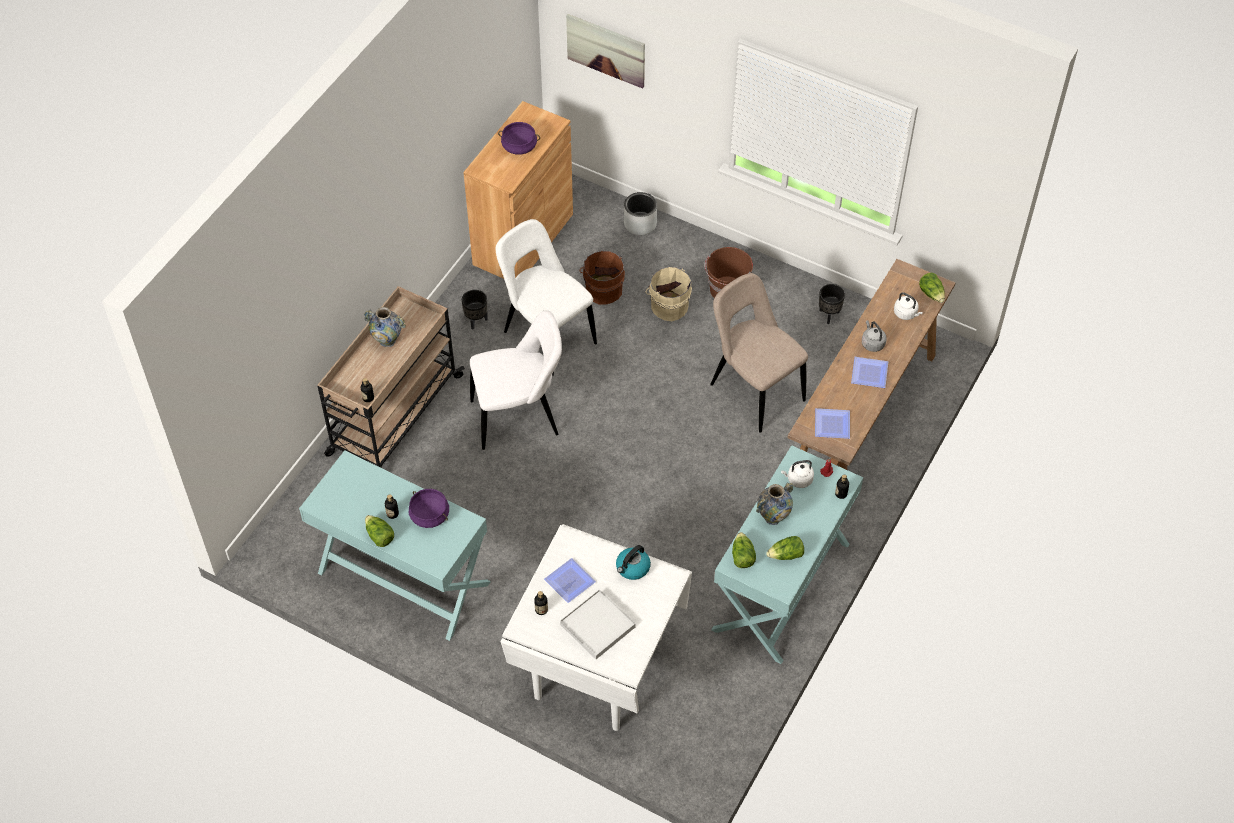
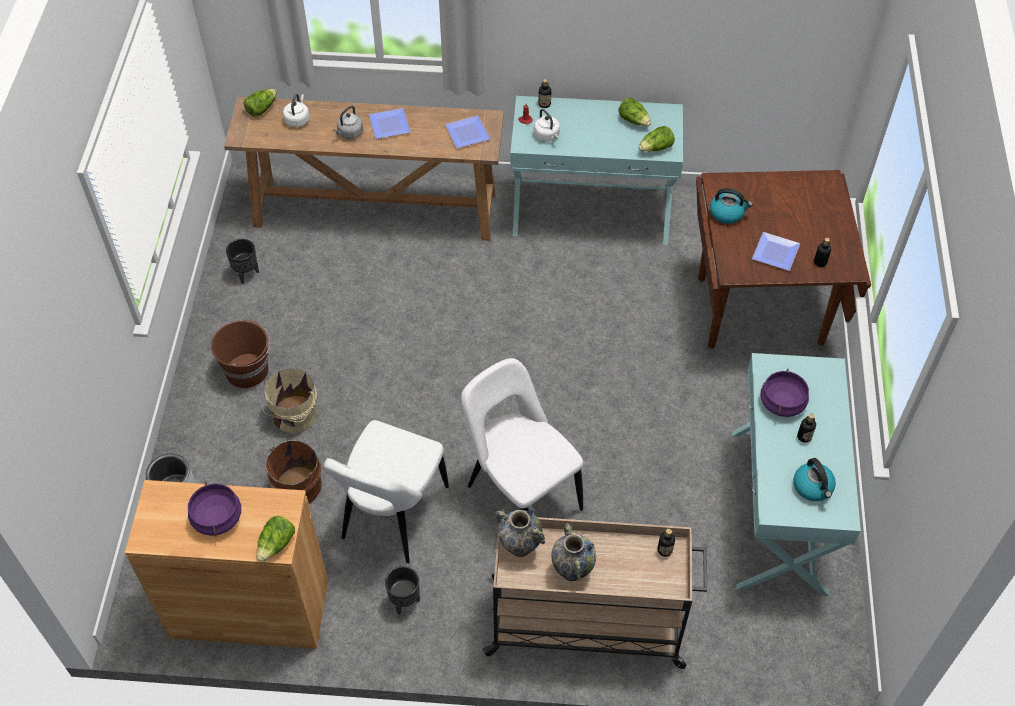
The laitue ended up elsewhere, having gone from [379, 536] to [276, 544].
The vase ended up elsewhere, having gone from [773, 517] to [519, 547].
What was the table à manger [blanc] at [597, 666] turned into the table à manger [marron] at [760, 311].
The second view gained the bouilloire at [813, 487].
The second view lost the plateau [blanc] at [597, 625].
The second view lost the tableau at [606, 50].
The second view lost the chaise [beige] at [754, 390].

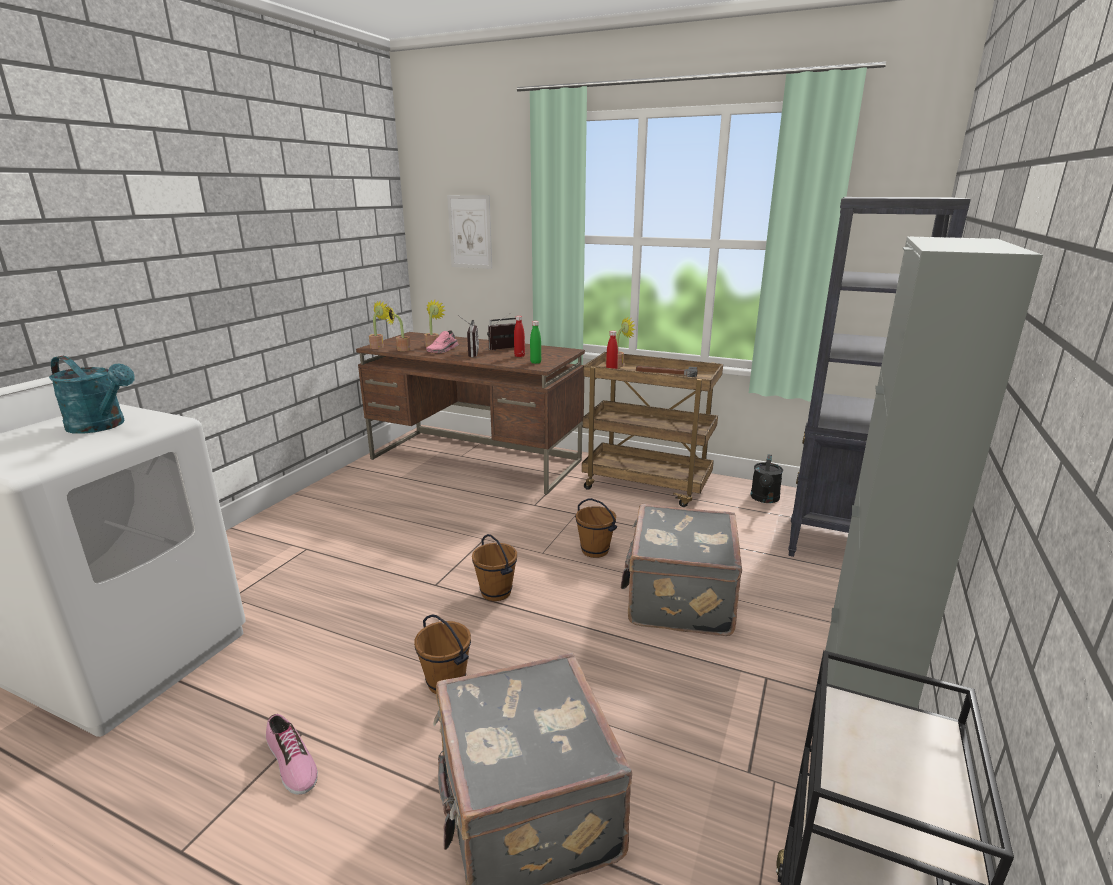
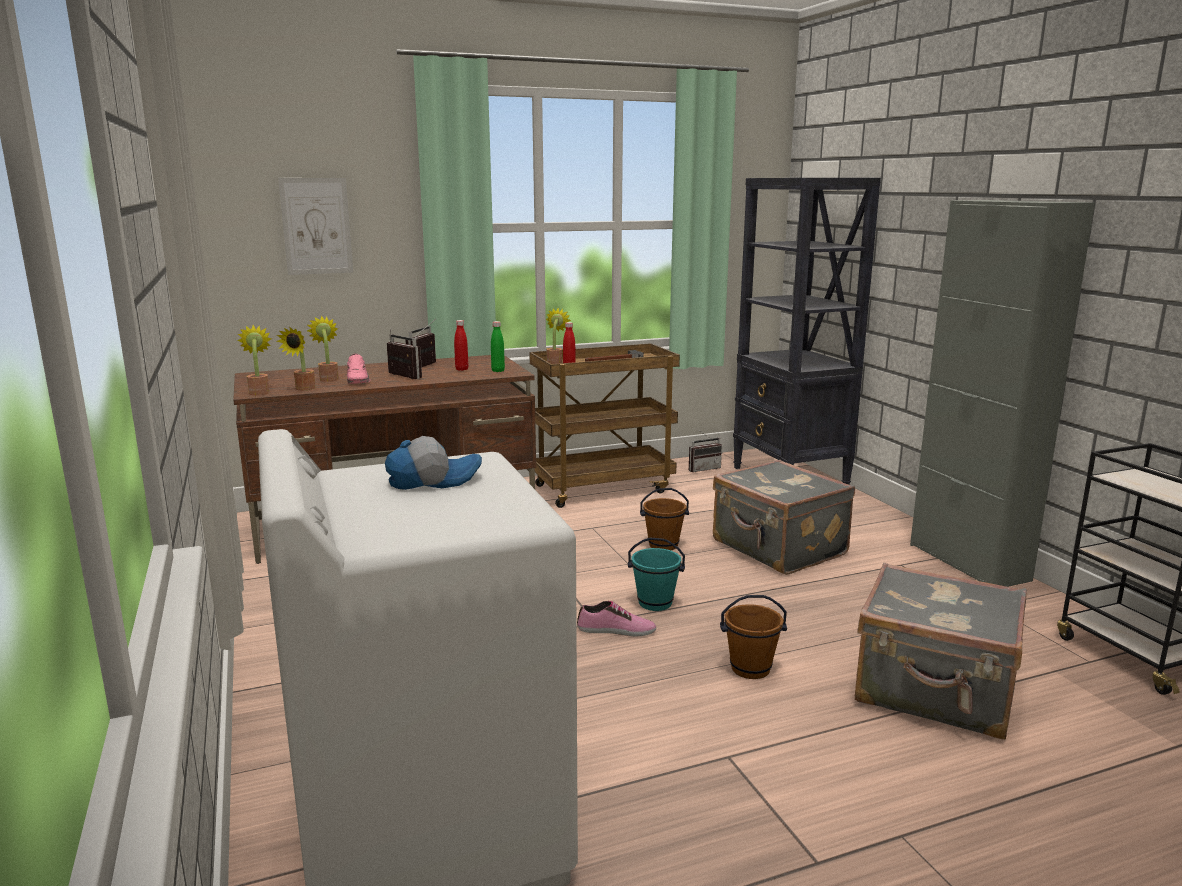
Where the arrosoir [turquoise] stood at [102, 426], the casquette came to stand at [433, 480].
The chaussure ended up elsewhere, having gone from [291, 763] to [616, 630].
What was the seau [marron] at [496, 592] turned into the seau [turquoise] at [655, 603].
Where the arrosoir [noir] stood at [764, 499], the radio came to stand at [703, 468].

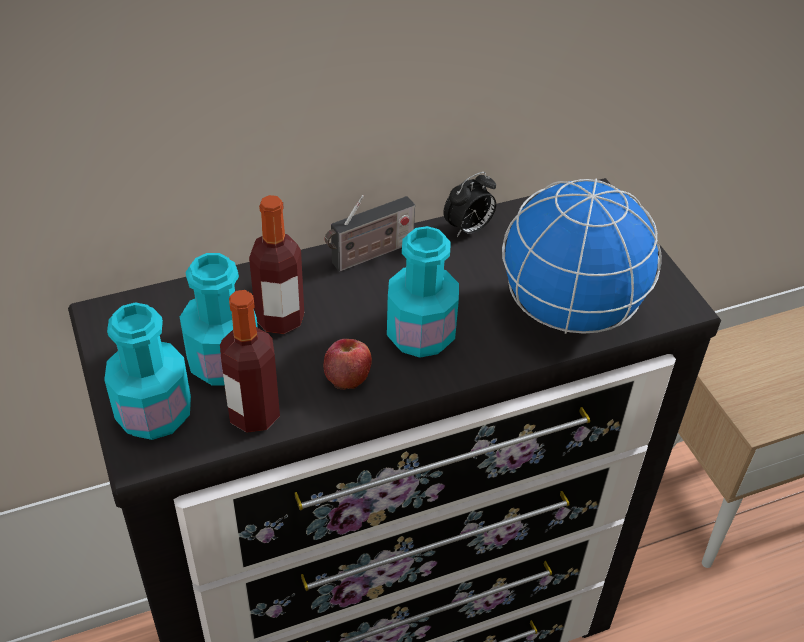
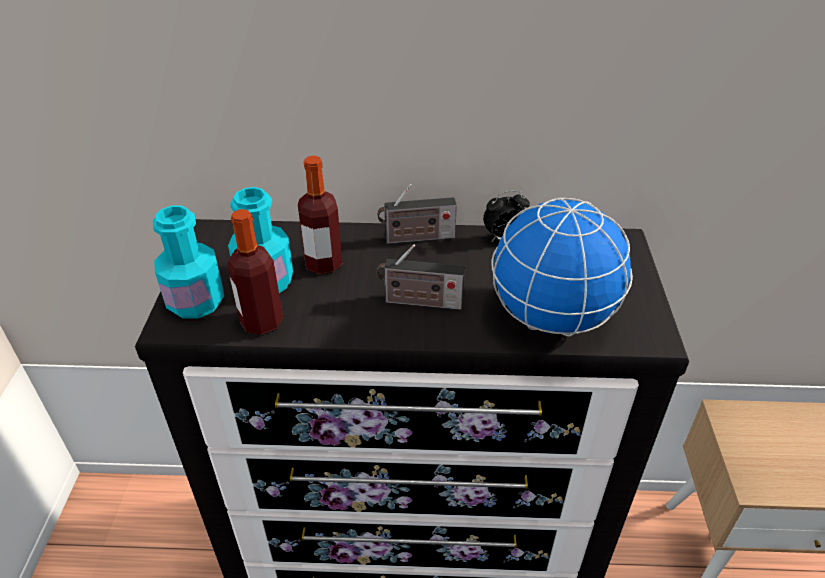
Where the bouteille [turquoise] stood at [420, 335], the radio came to stand at [419, 302].
The second view lost the pomme at [347, 376].

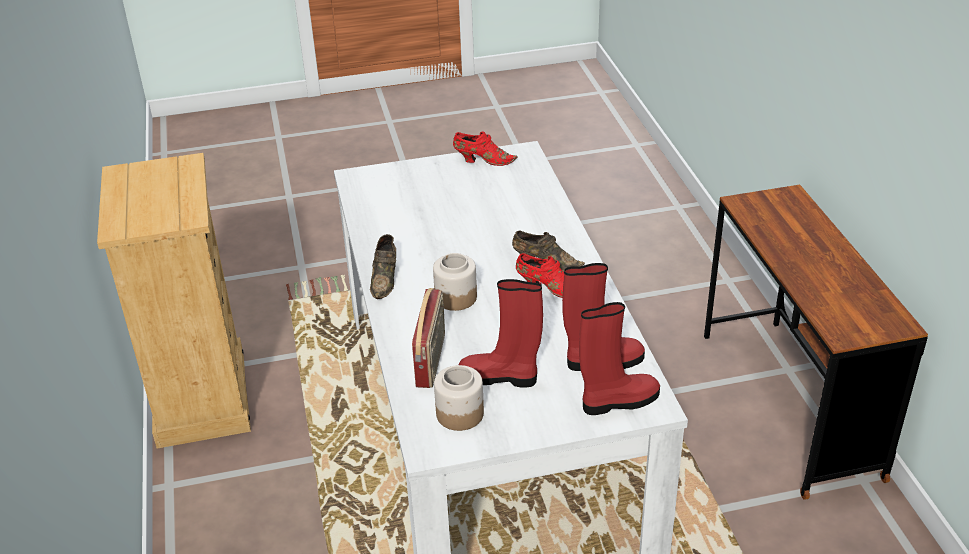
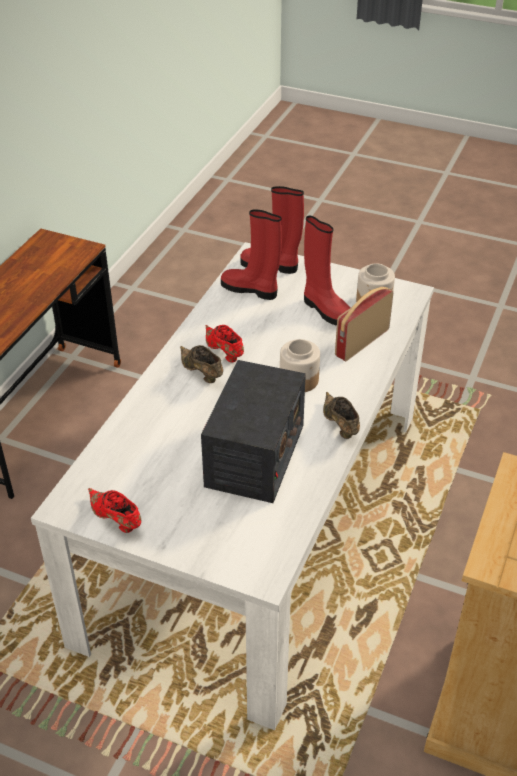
The second view gained the radio at [255, 456].
The chaussure [marron] at [385, 279] ended up facing another way, 60 degrees counterclockwise from before.

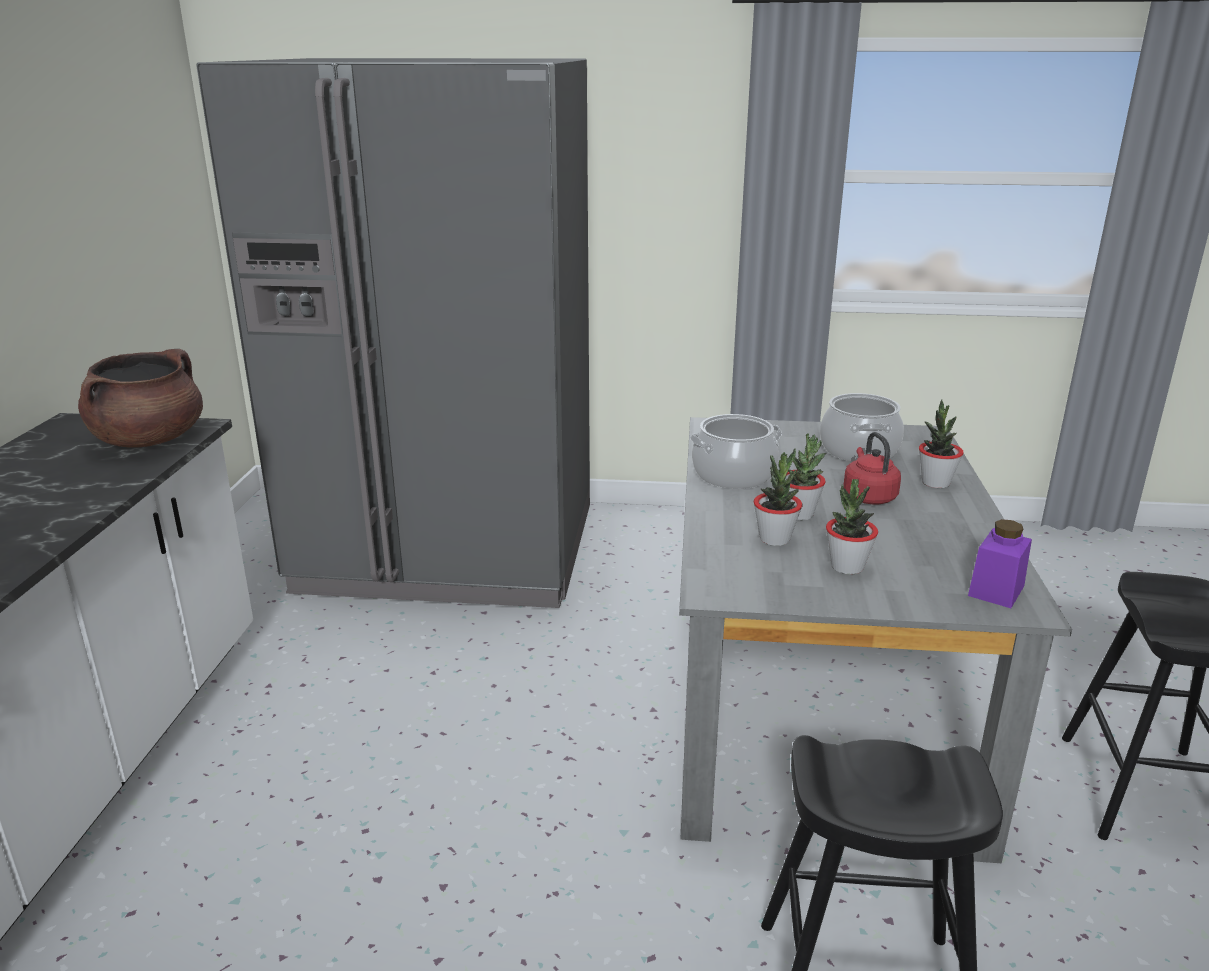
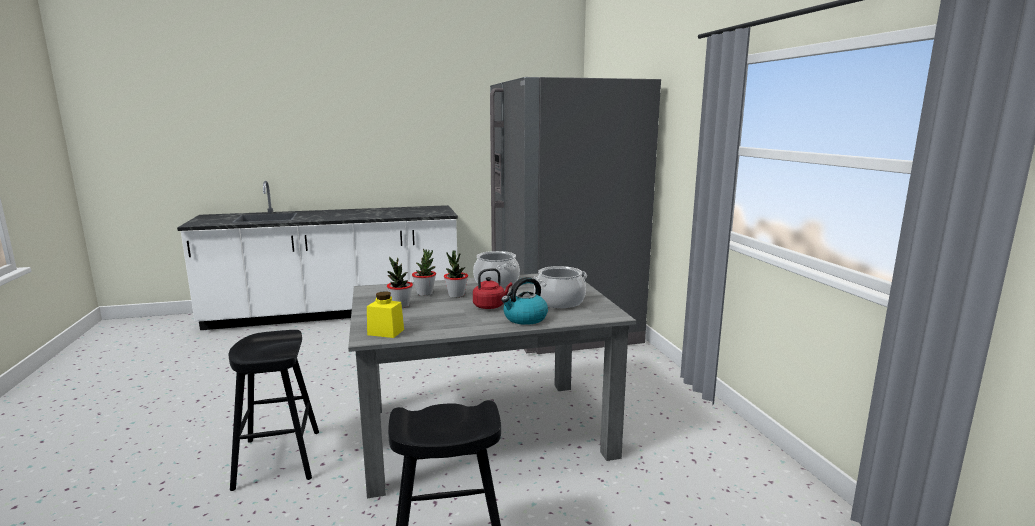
What was the bocal [violet] at [996, 590] turned into the bocal [jaune] at [385, 332].
Where the plante en pot stood at [935, 483], the bouilloire came to stand at [524, 319].
The second view lost the marmite [marron] at [150, 440].

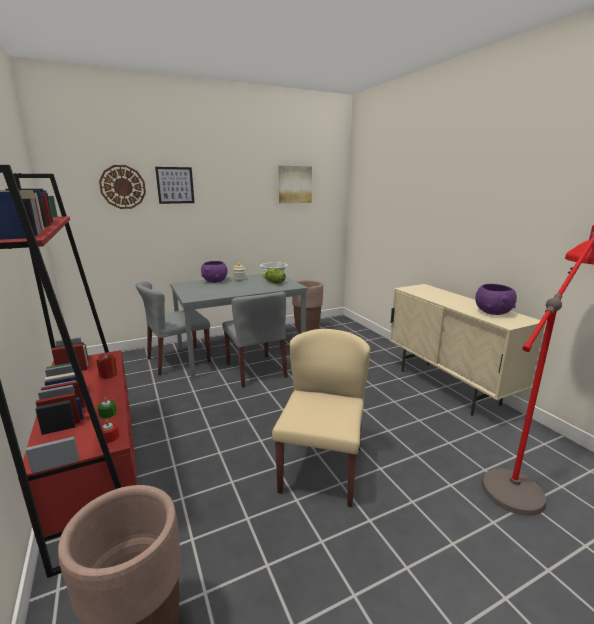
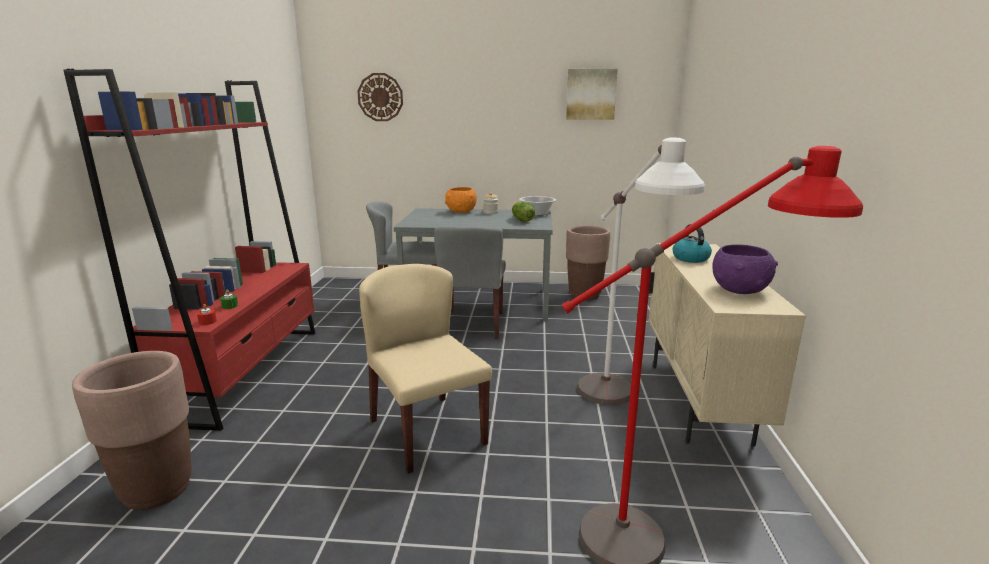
The chaise [beige] at [321, 468] ended up facing another way, 75 degrees counterclockwise from before.
What was the bol [violet] at [215, 281] turned into the bol [orange] at [461, 212].
The second view gained the lampadaire [blanc] at [617, 411].
The second view gained the bouilloire at [690, 258].
The second view lost the bougie [rouge] at [108, 375].
The second view lost the tableau at [175, 185].

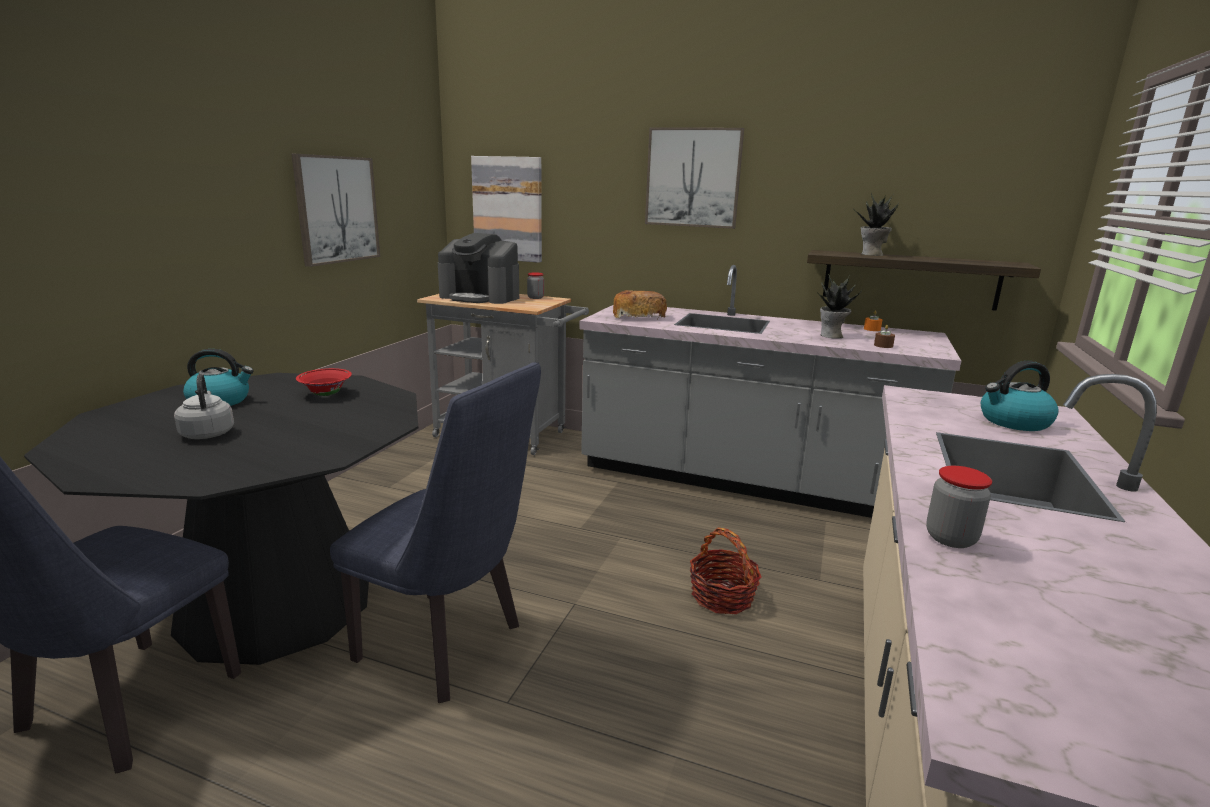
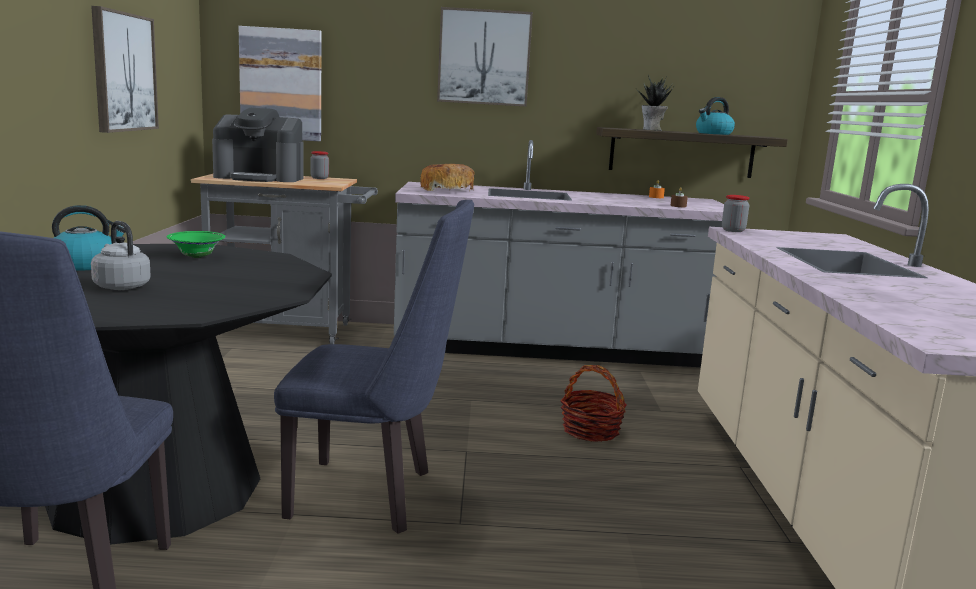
What was the bol [rouge] at [326, 394] turned into the bol [vert] at [197, 257].
The bouilloire ended up elsewhere, having gone from [1013, 422] to [713, 133].
The bocal ended up elsewhere, having gone from [950, 538] to [733, 230].
The second view lost the plante en pot at [831, 336].

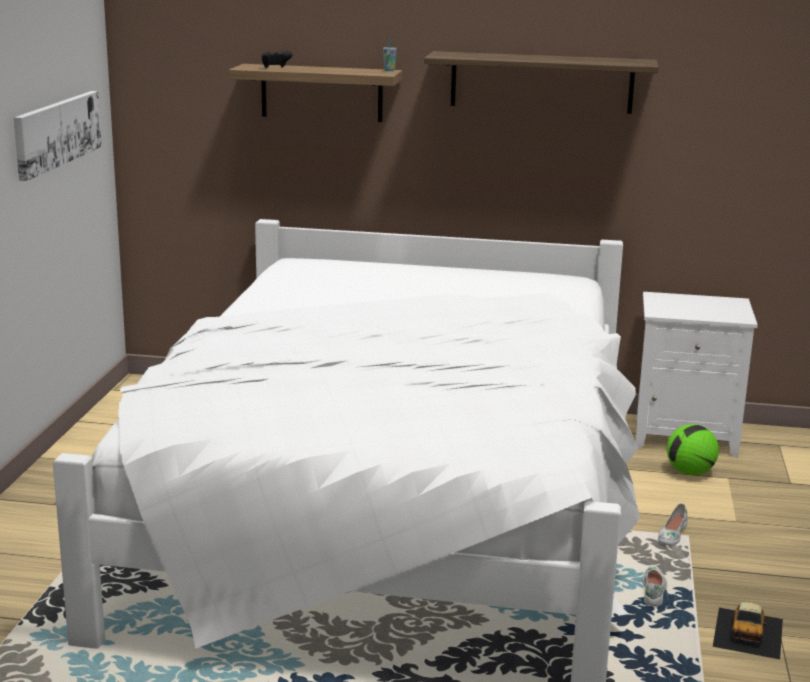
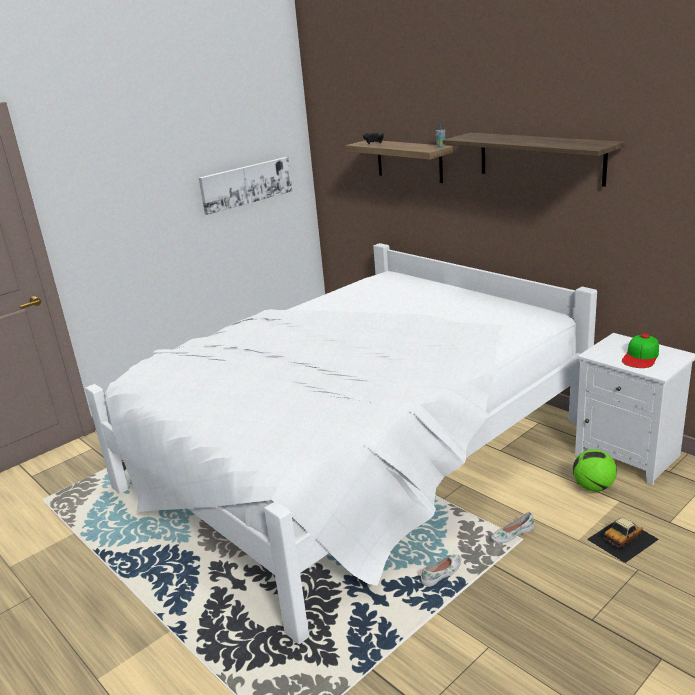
The petite voiture ended up elsewhere, having gone from [748, 632] to [623, 539].
The second view gained the casquette at [641, 356].

